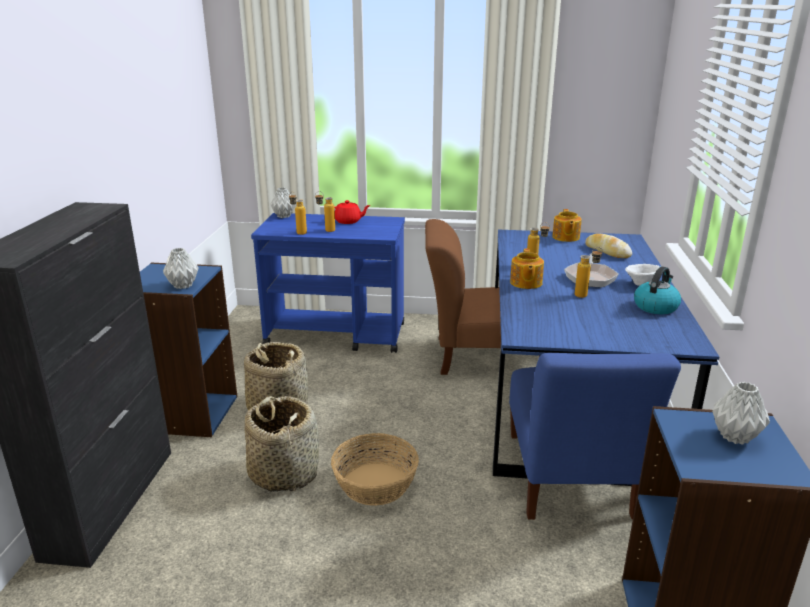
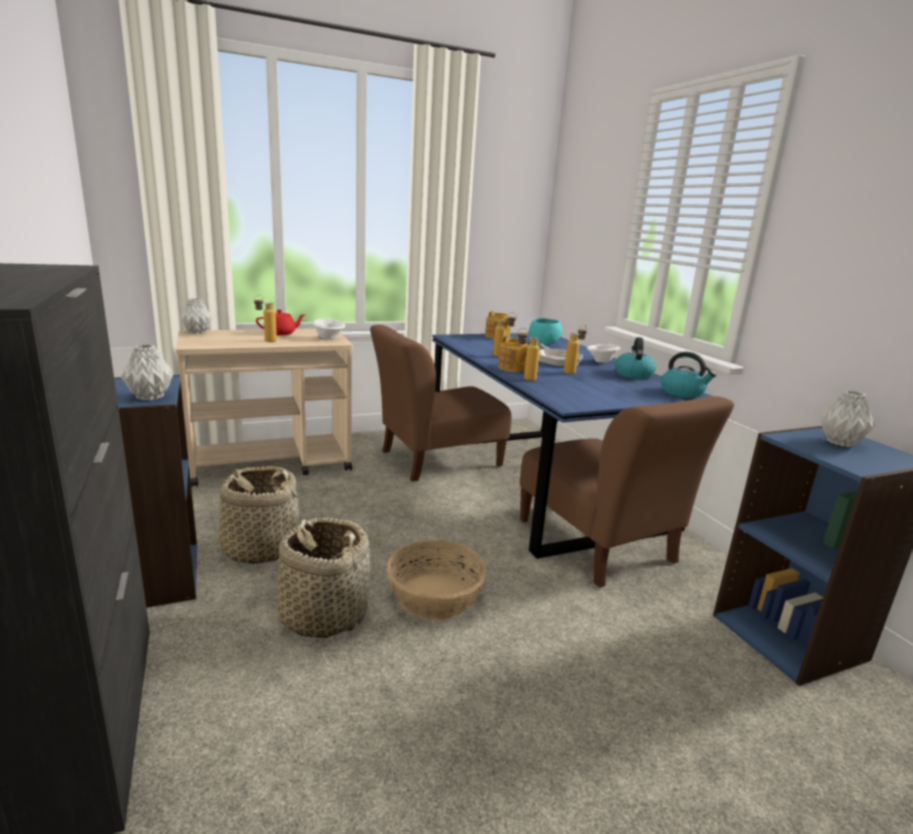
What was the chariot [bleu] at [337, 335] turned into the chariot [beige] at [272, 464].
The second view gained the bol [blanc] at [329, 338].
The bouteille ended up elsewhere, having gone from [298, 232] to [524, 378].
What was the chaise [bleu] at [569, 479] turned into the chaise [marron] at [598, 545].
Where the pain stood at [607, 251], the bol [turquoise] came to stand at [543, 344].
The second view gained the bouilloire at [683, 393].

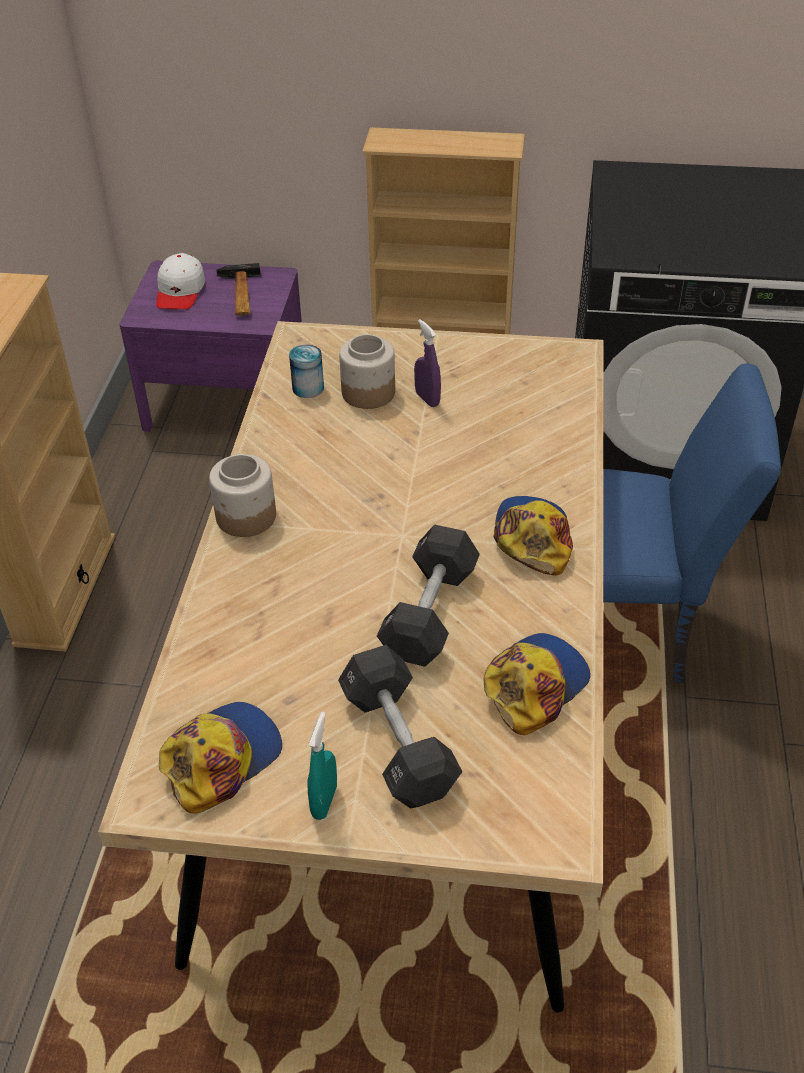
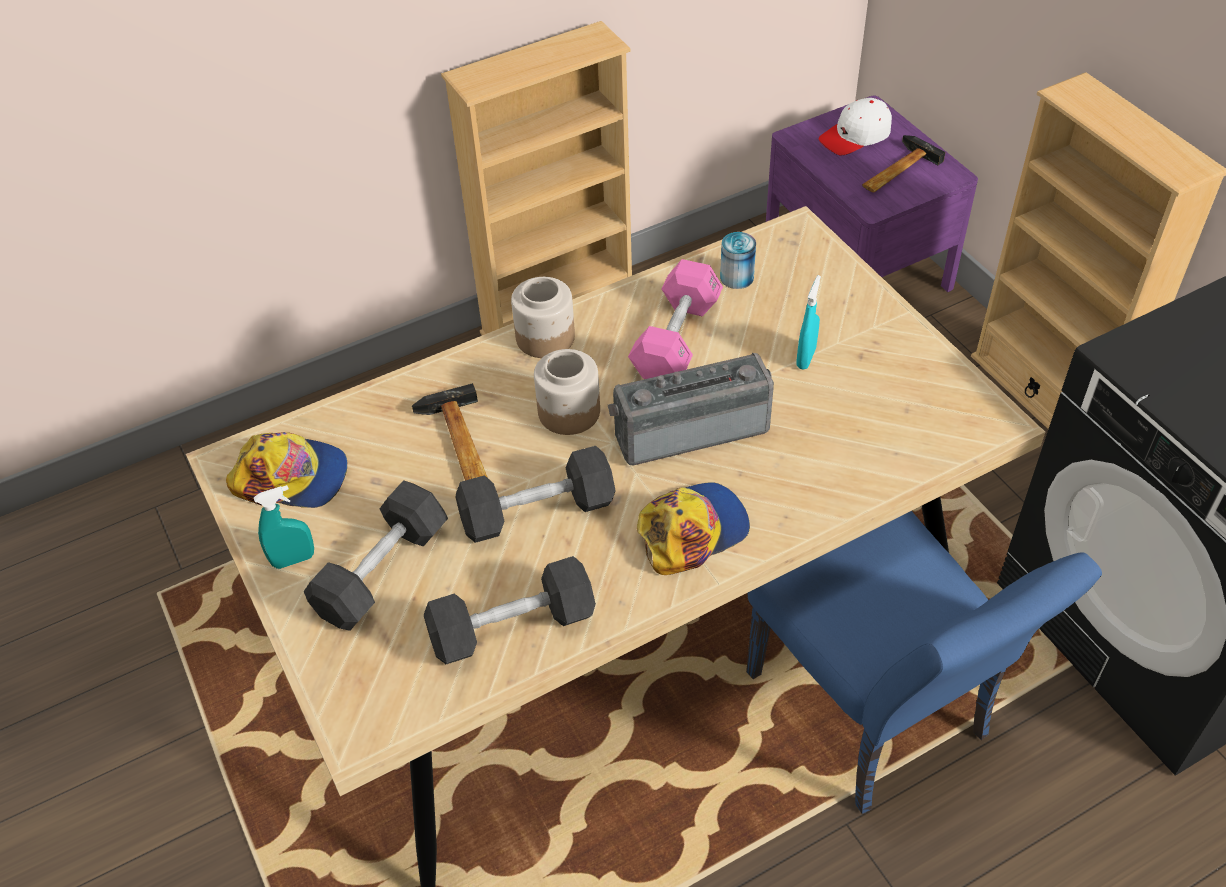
The second view gained the marteau at [459, 445].
Where the casquette stood at [534, 685], the haltère [noir] came to stand at [512, 627].
The bocal ended up elsewhere, having gone from [367, 393] to [568, 412].
The second view gained the radio at [690, 428].
The second view gained the haltère [rose] at [676, 339].
What was the vaporisateur [violet] at [427, 399] turned into the vaporisateur [turquoise] at [806, 358].

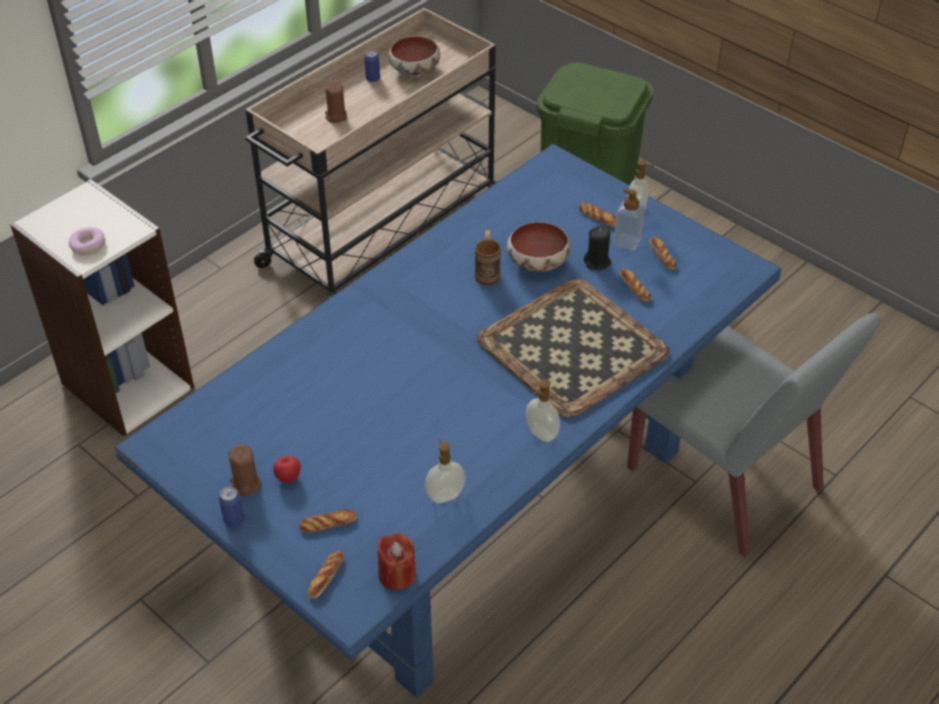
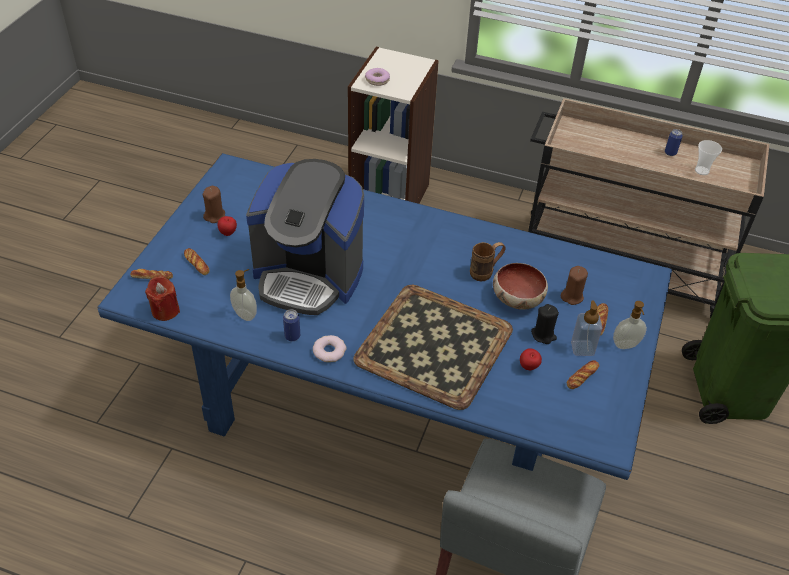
The second view gained the machine à café at [308, 276].
The boîte métallique ended up elsewhere, having gone from [234, 519] to [292, 336].
Where the distributeur de savon stood at [540, 434], the beignet came to stand at [329, 351].
Where the pain stood at [634, 287], the pomme came to stand at [528, 367].
The bougie [marron] ended up elsewhere, having gone from [336, 116] to [572, 296].
Where the bol stood at [414, 70], the tasse came to stand at [701, 171].

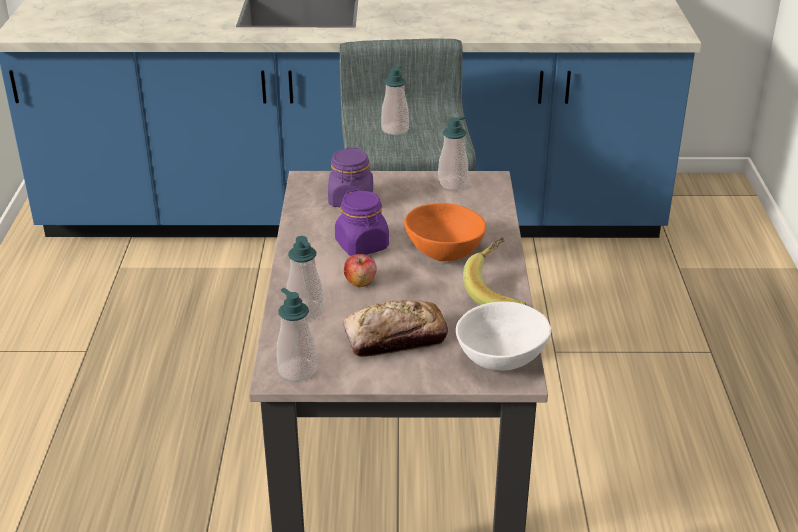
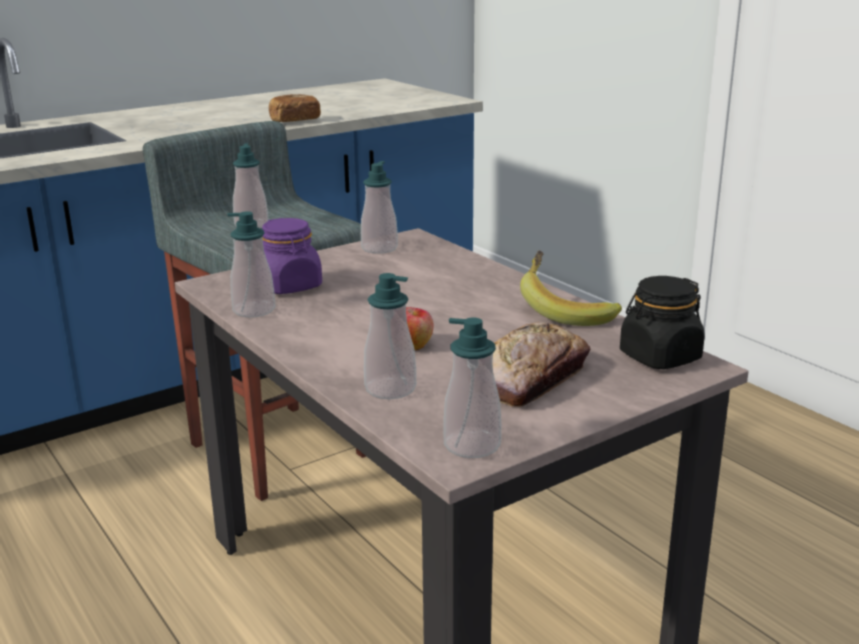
The second view gained the distributeur de savon at [254, 310].
The second view gained the pain at [295, 121].
Where the bol [blanc] stood at [502, 357], the bocal [noir] came to stand at [659, 357].
The second view lost the bocal [violet] at [362, 245].
The second view lost the bol [orange] at [443, 251].

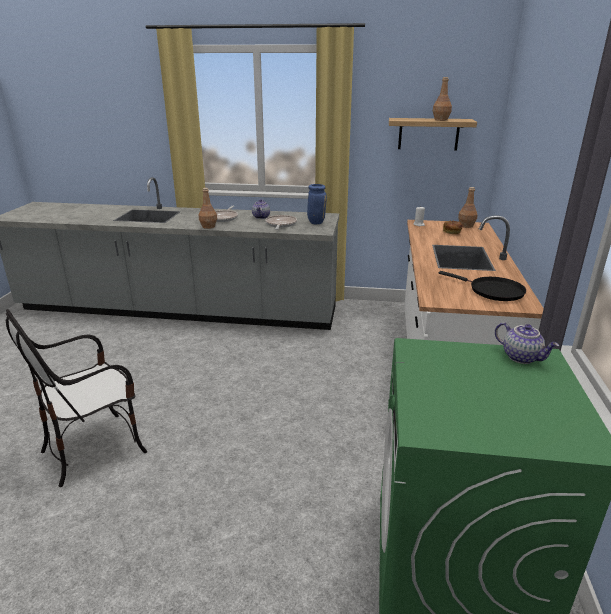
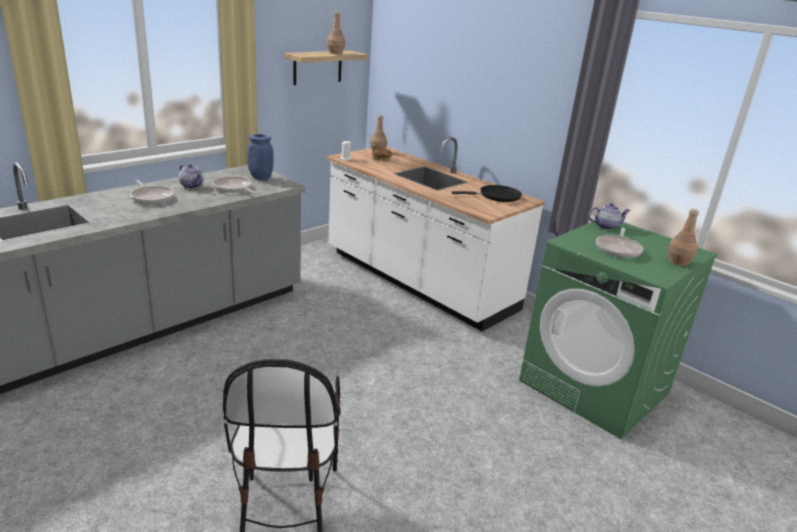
The second view gained the poêle at [618, 249].
The bouteille [marron] ended up elsewhere, having gone from [208, 226] to [678, 261].

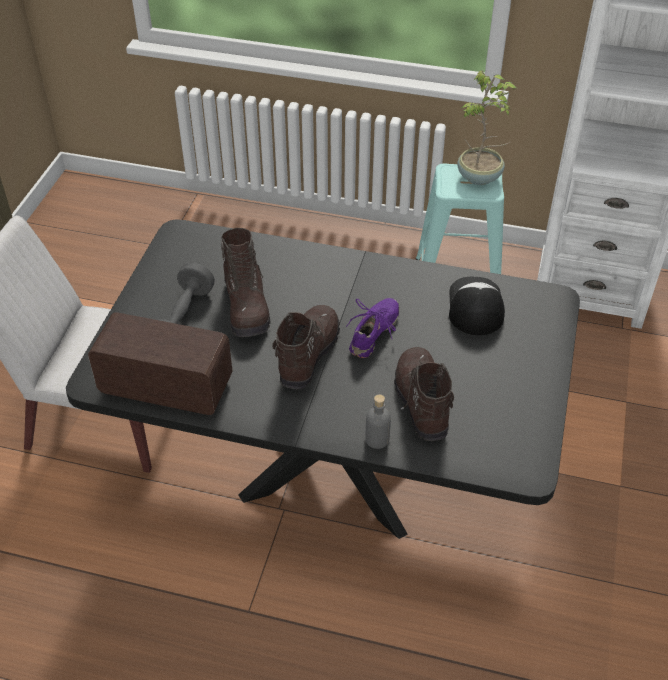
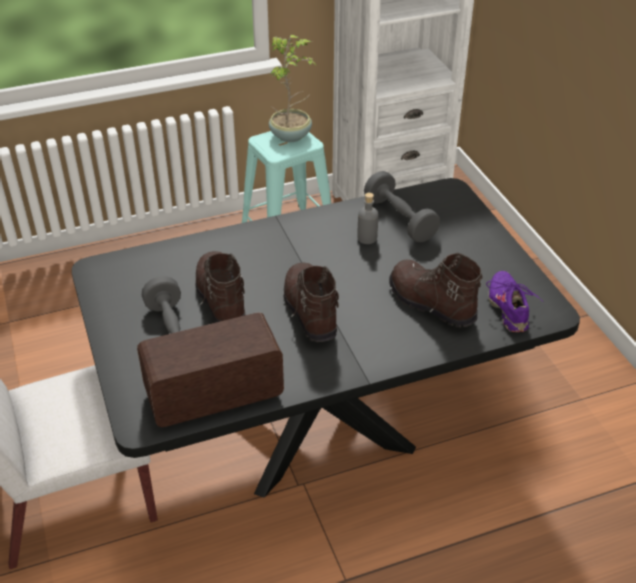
The botte [marron] at [247, 307] ended up facing another way, 150 degrees counterclockwise from before.
The bouteille [gris] ended up elsewhere, having gone from [377, 439] to [367, 238].
Where the casquette stood at [475, 306], the haltère [gris] came to stand at [400, 219].
The chaussure [violet] ended up elsewhere, having gone from [374, 333] to [509, 307].

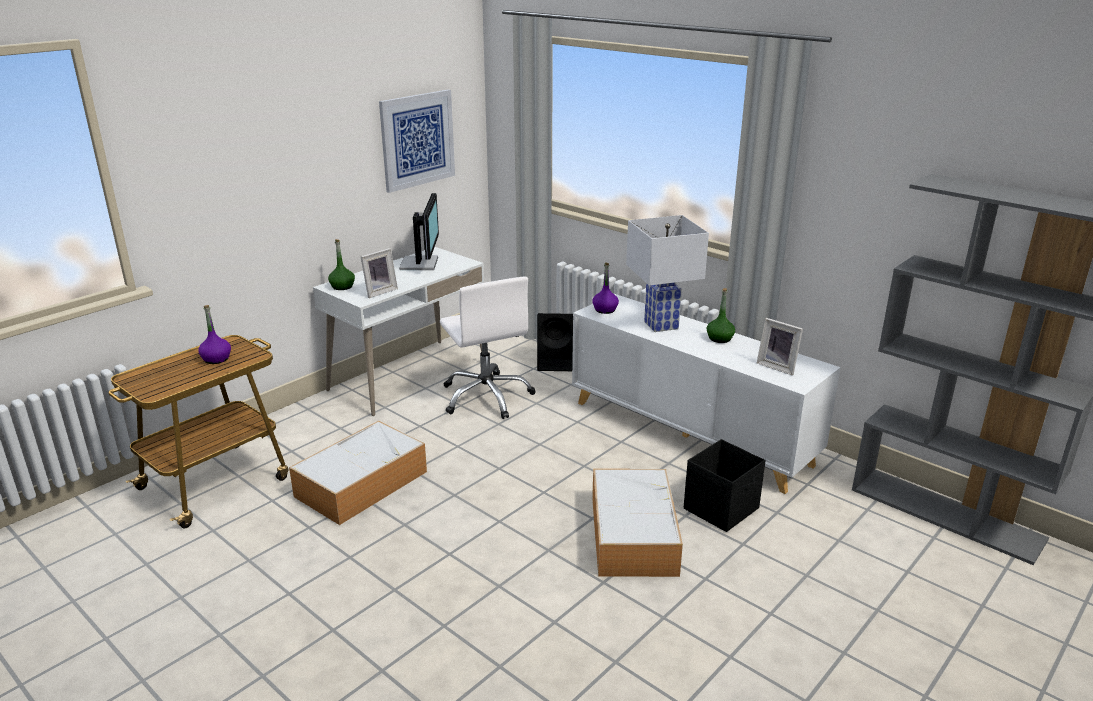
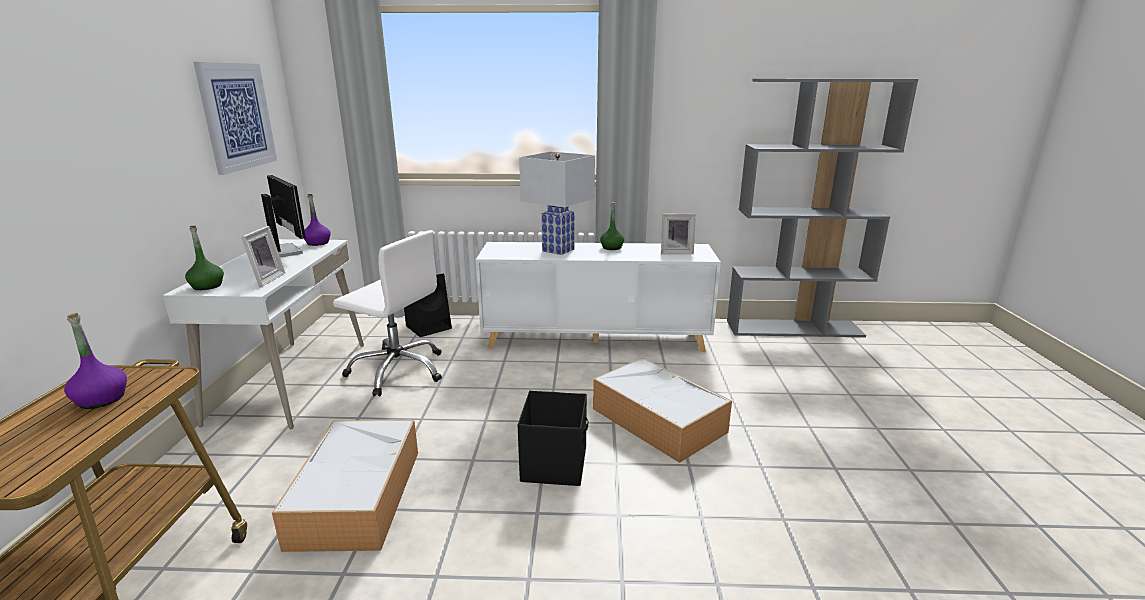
The bouteille [violet] ended up elsewhere, having gone from [605, 310] to [318, 243].
The boîte de rangement [noir] ended up elsewhere, having gone from [722, 508] to [555, 464].

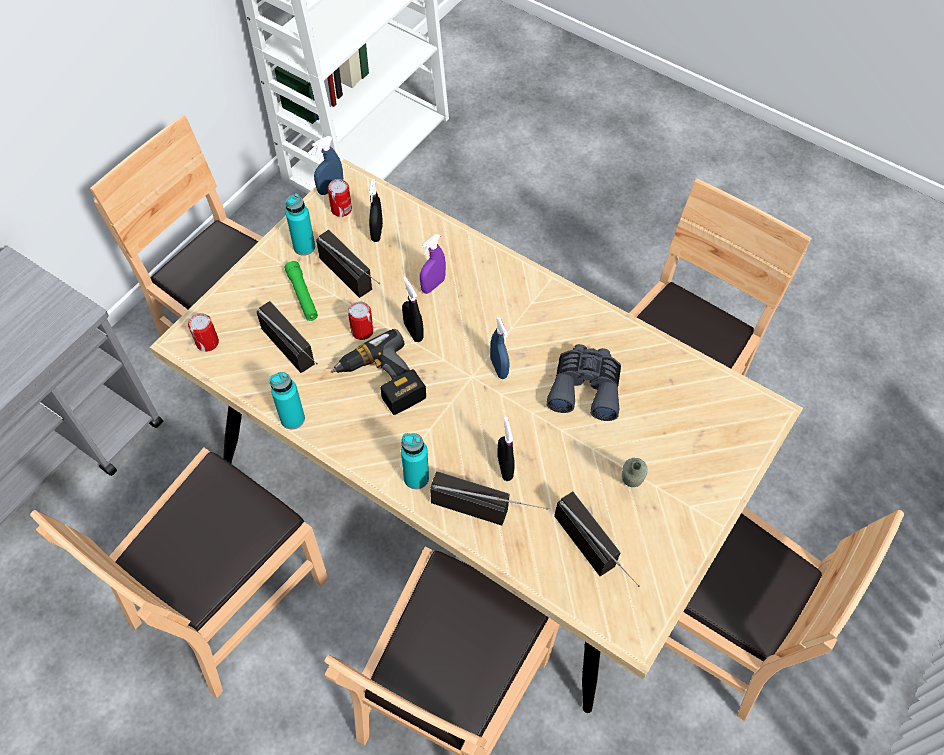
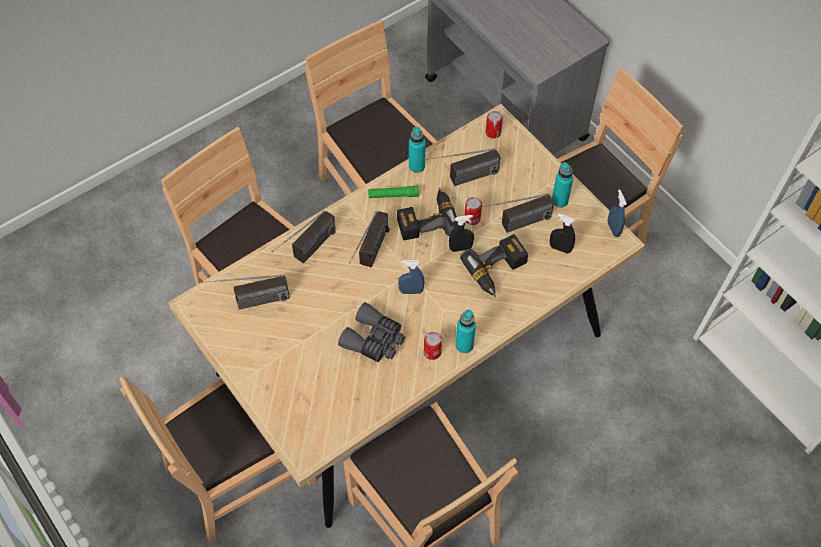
The second view gained the radio at [371, 257].
The lampe de poche [vert] ended up elsewhere, having gone from [302, 295] to [393, 195].
The boîte métallique ended up elsewhere, having gone from [341, 209] to [432, 352].
The bouteille [turquoise] ended up elsewhere, having gone from [416, 478] to [464, 345].
Where the vaporisateur [violet] stood at [433, 285], the perceuse came to stand at [498, 271].
The second view lost the vaporisateur [noir] at [504, 467].
The second view lost the bouteille [gris] at [628, 488].

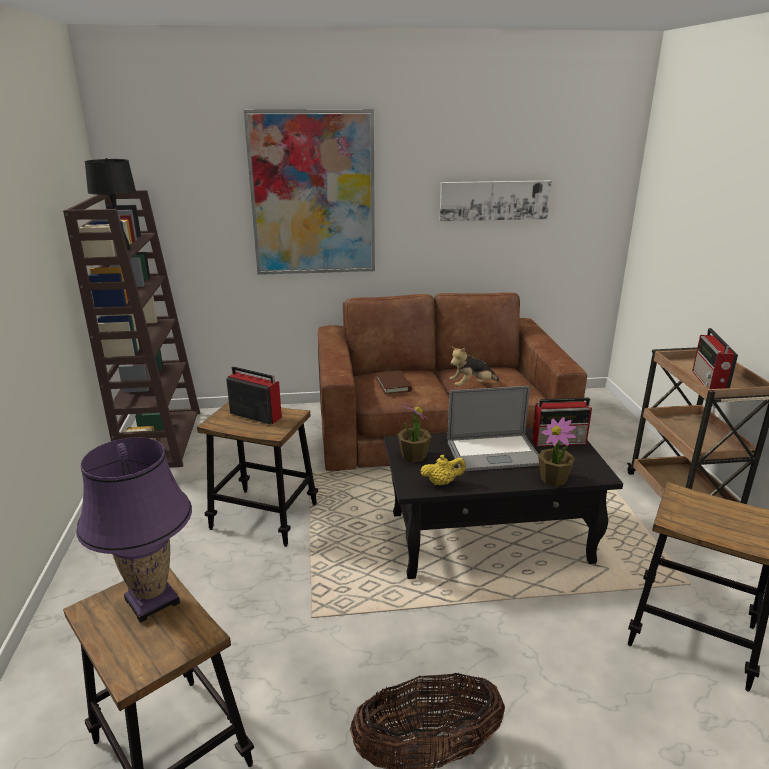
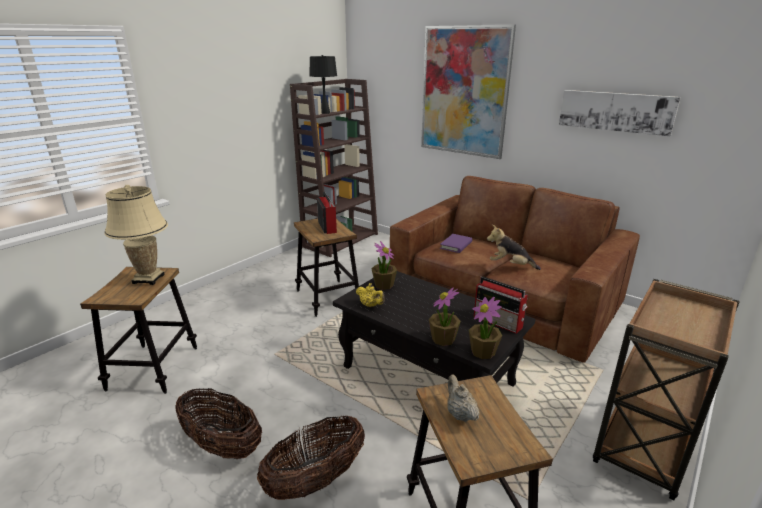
What was the lampe de table [violet] at [152, 601] turned into the lampe de table [beige] at [148, 279].
The second view gained the panier at [315, 480].
What was the livre [marron] at [393, 385] turned into the livre [violet] at [456, 245].
The second view gained the théière [beige] at [460, 414].
The second view gained the plante en pot at [483, 352].
The second view lost the ordinateur portable at [493, 453].
The second view lost the radio at [709, 382].

